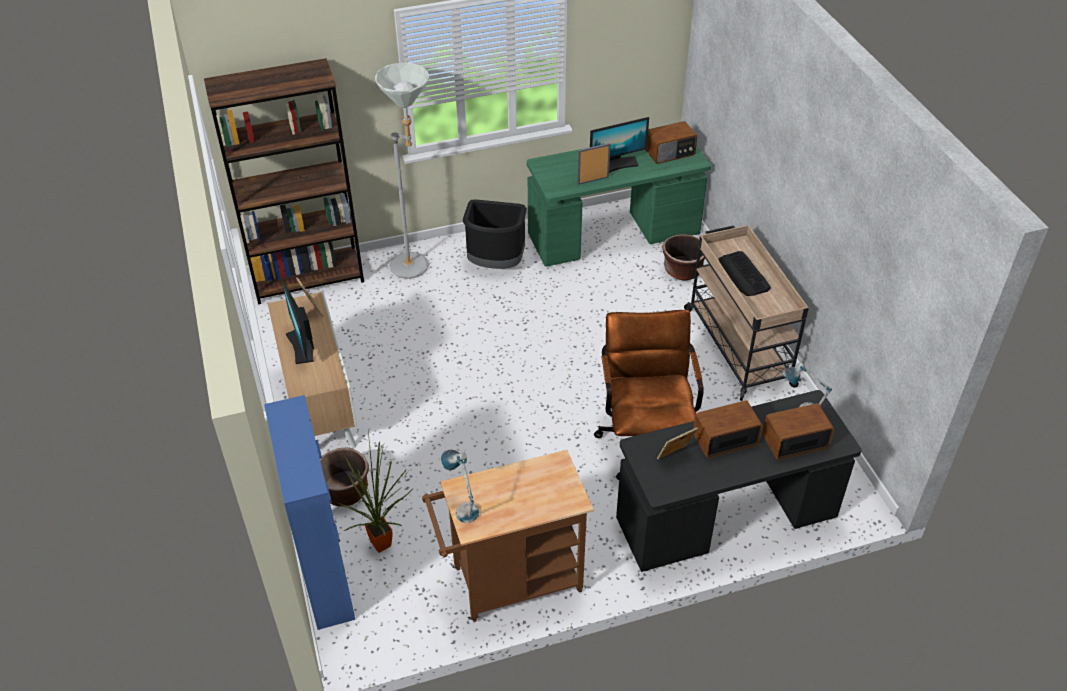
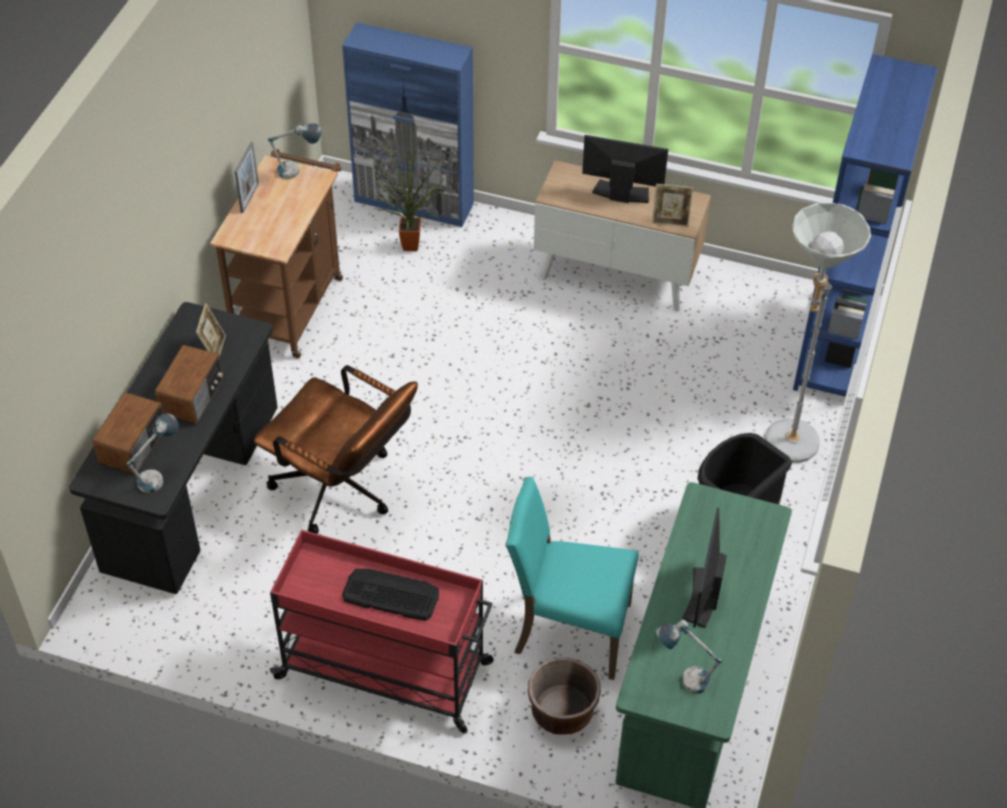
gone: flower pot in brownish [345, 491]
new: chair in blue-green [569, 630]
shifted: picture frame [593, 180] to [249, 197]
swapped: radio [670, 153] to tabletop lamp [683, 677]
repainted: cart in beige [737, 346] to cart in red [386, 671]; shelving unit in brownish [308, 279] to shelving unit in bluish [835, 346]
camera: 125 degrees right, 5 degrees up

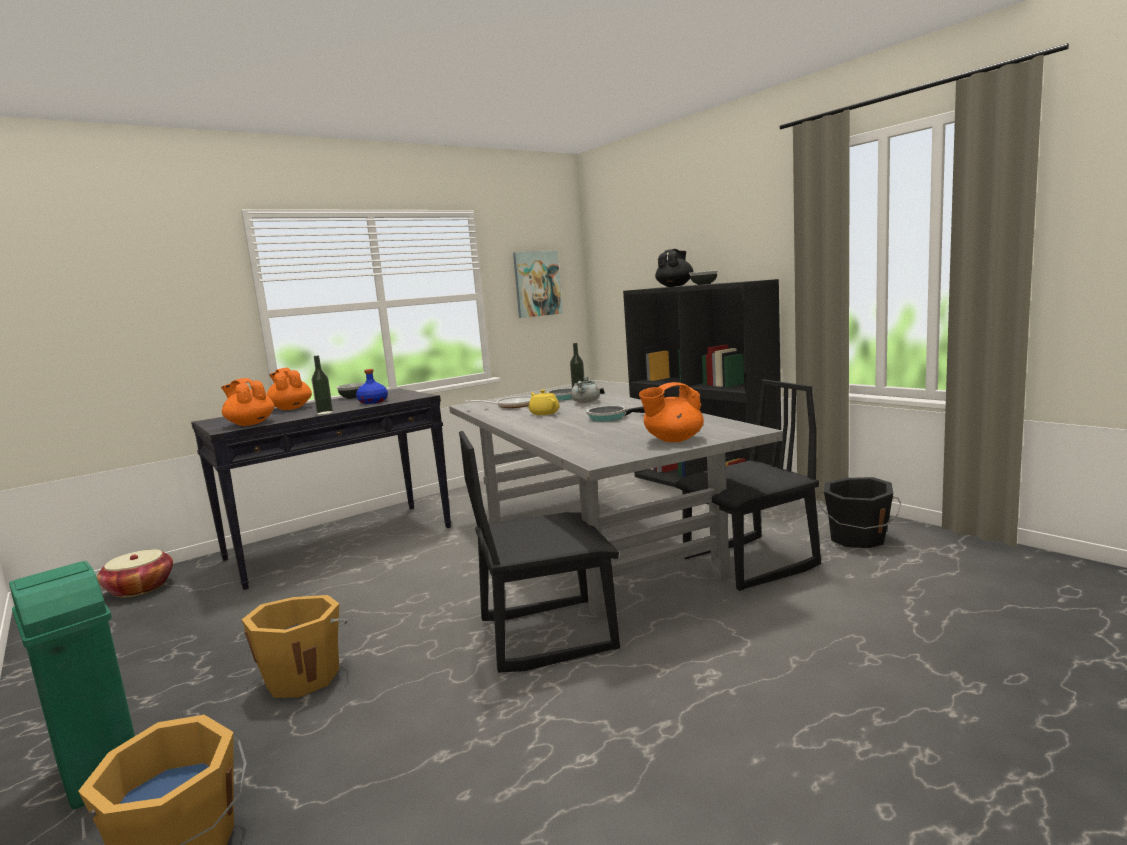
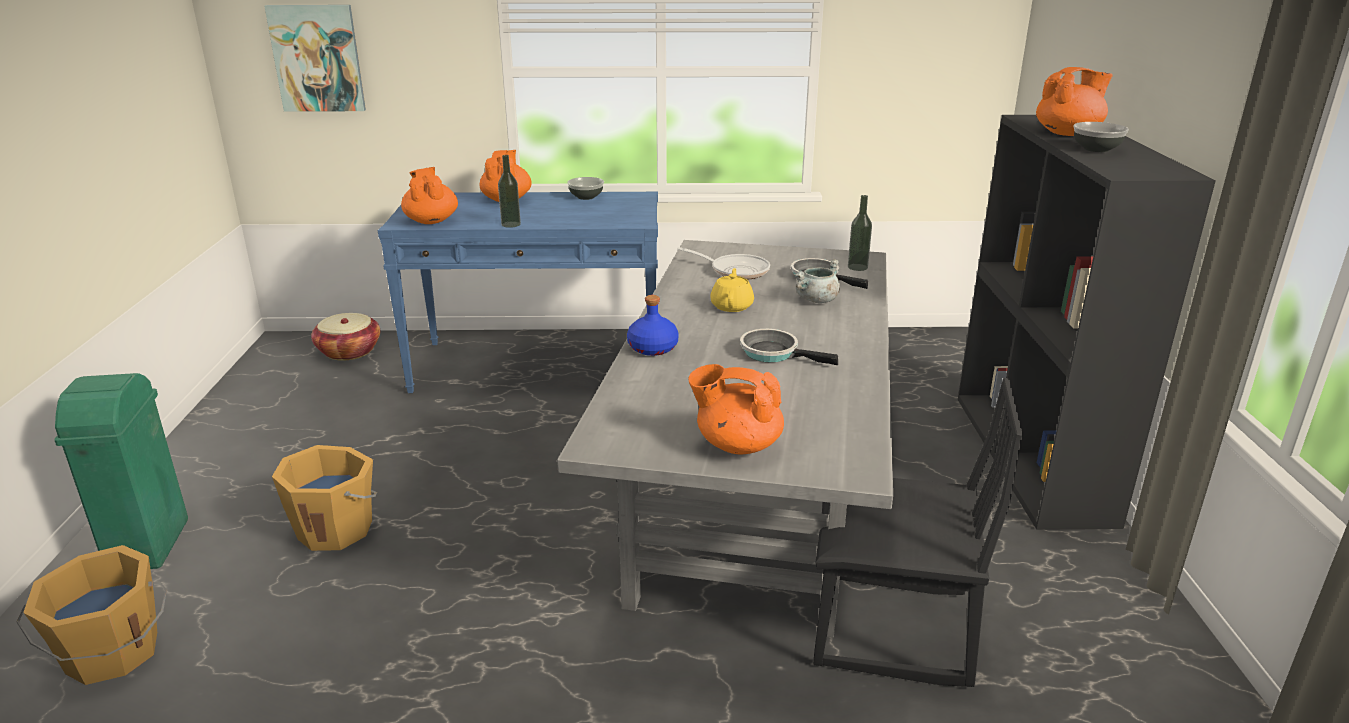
gone: chair in black [546, 634]; bucket in black [857, 539]
shifted: picture [537, 284] to [317, 58]; bottle in bluish [373, 402] to [652, 348]
repainted: console table in black [340, 542] to console table in bluish [539, 365]; teapot in black [675, 286] to teapot in orange [1068, 133]
camera: 35 degrees right, 15 degrees up

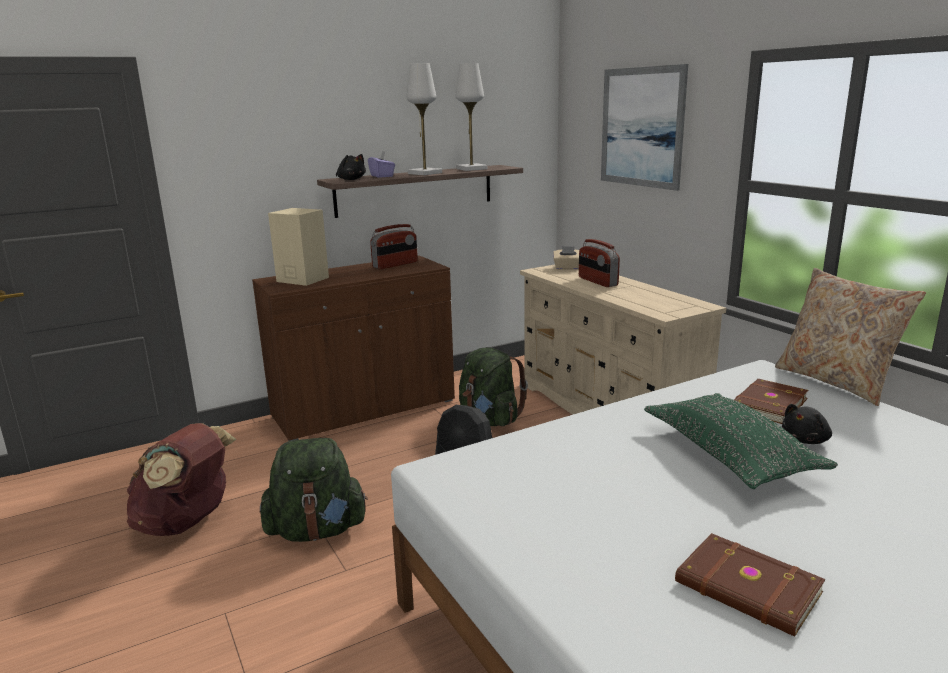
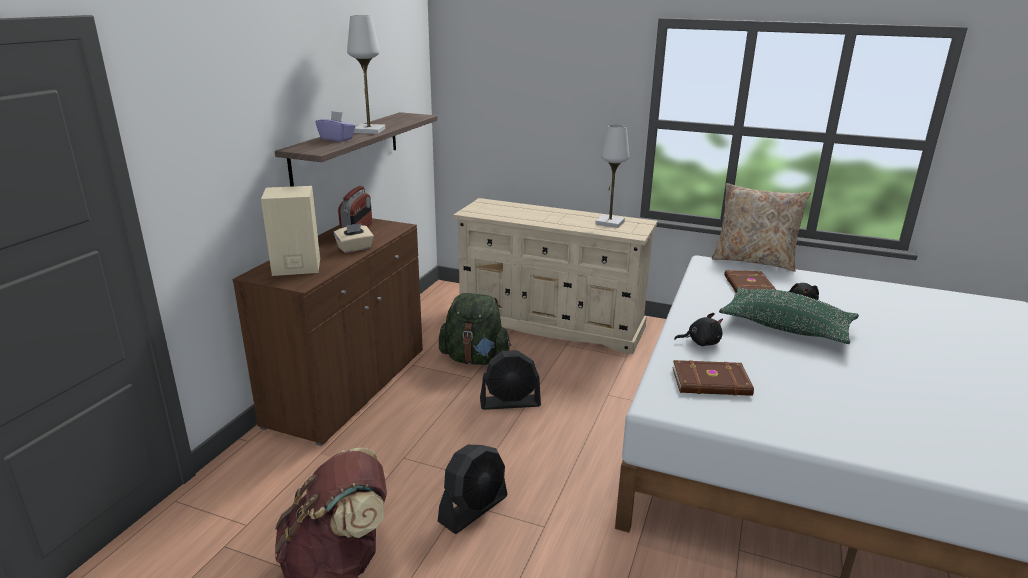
gone: radio [597, 281]; picture [641, 127]
shifted: tissue box in beige [567, 268] to [355, 248]; tabletop lamp in white [471, 169] to [609, 223]; volume in brownish [747, 589] to [711, 382]; plush toy in black [351, 179] to [701, 342]
swapped: rucksack in green [317, 530] to cooling fan in black [473, 509]
camera: 40 degrees left, 5 degrees up

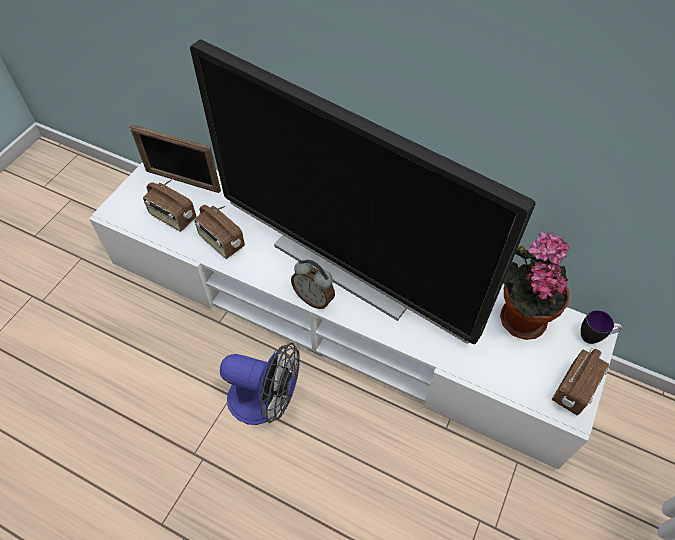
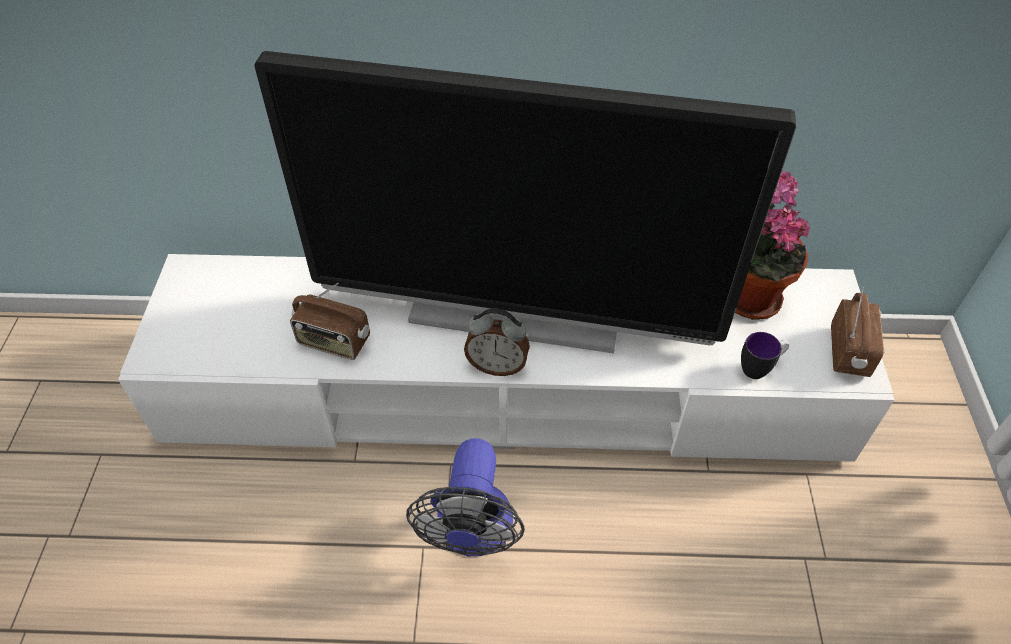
gone: picture frame [182, 181]; radio [172, 217]
shifted: coffee mug [594, 337] to [759, 368]
rotated: cooling fan [265, 401] = [473, 534] 105 degrees clockwise
camera: 25 degrees left, 5 degrees down

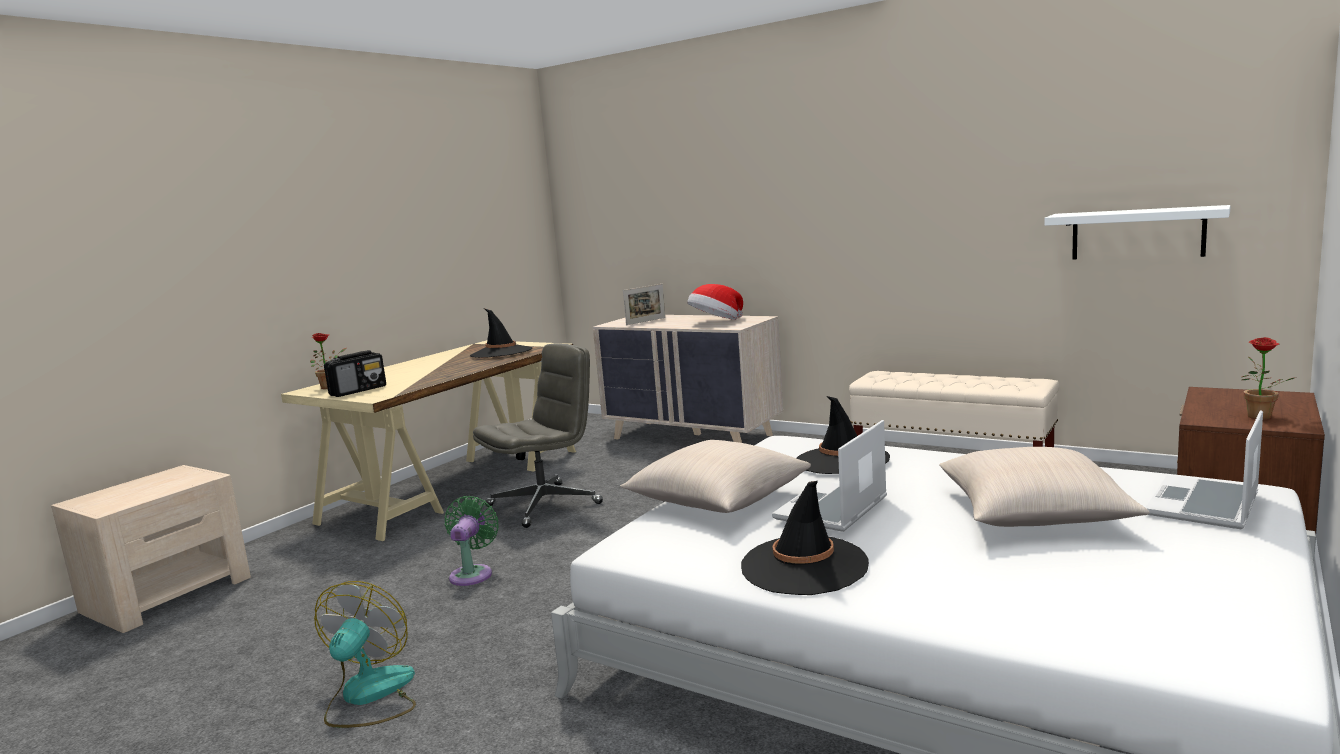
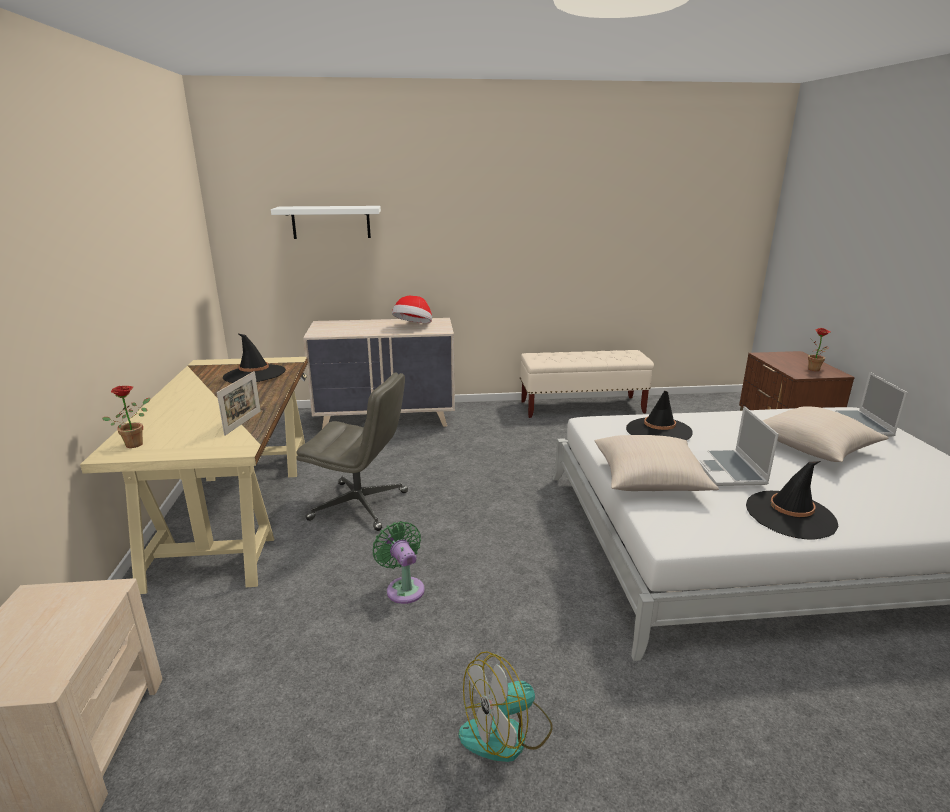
gone: radio [358, 391]
shifted: picture frame [646, 321] to [243, 422]; bracket shelf in white [1137, 233] to [331, 222]
rotated: office chair in grey [545, 504] = [360, 506] 90 degrees clockwise; cooling fan [369, 696] = [506, 733] 90 degrees counterclockwise
camera: 40 degrees left, 10 degrees up

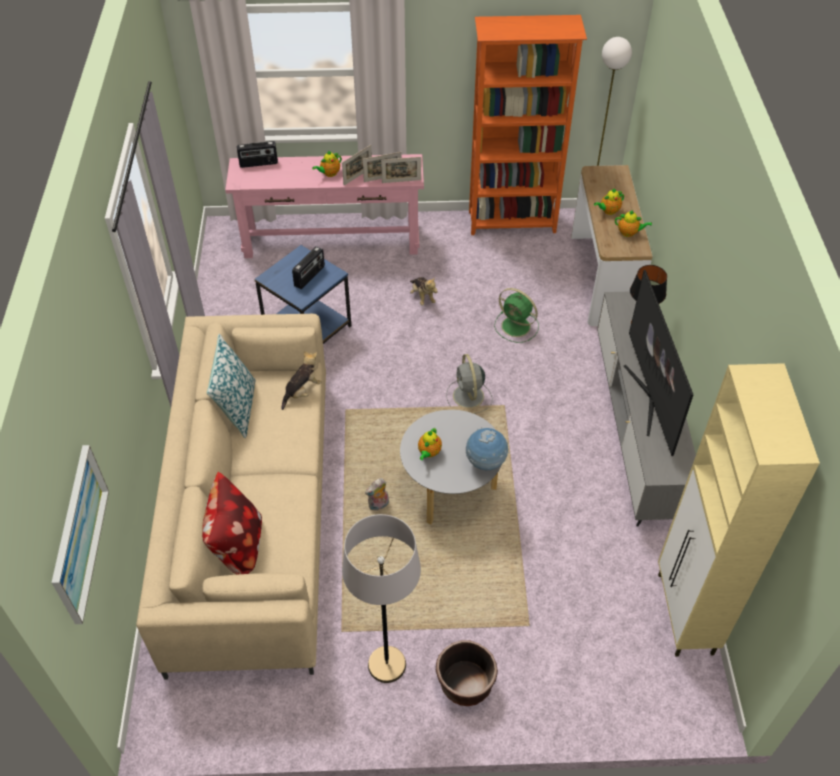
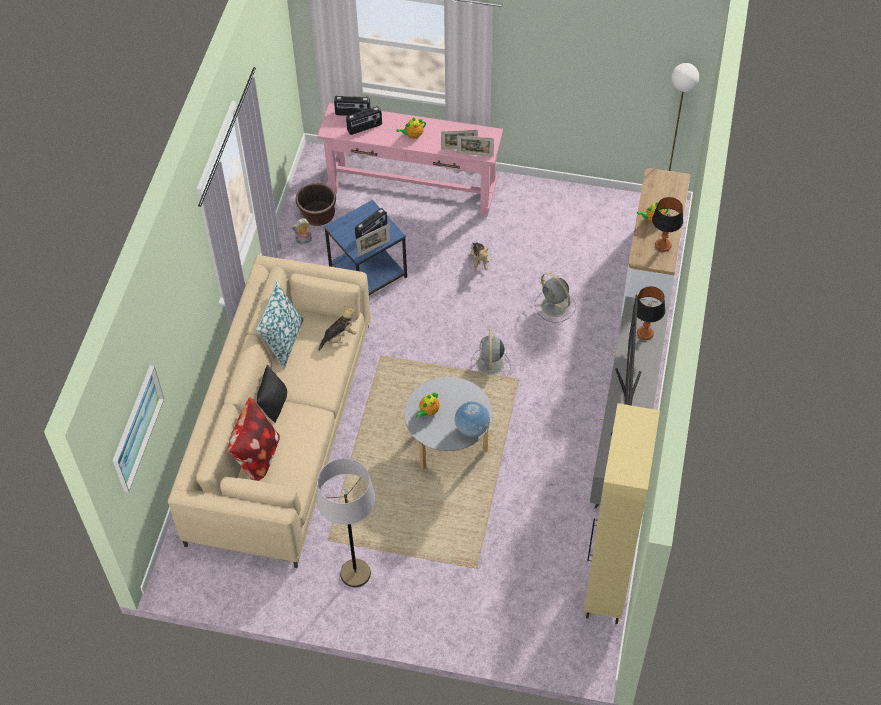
gone: shelving unit in orange [513, 223]
new: throw pillow in black [274, 404]; radio [365, 128]
shifted: plush toy [378, 505] to [303, 241]; flower pot in brownish [465, 684] to [317, 215]; picture frame [358, 176] to [374, 248]
swapped: teapot [629, 233] to tabletop lamp [662, 245]
repainted: cooling fan in green [517, 327] to cooling fan in grey [555, 307]
camera: 15 degrees right, 5 degrees up

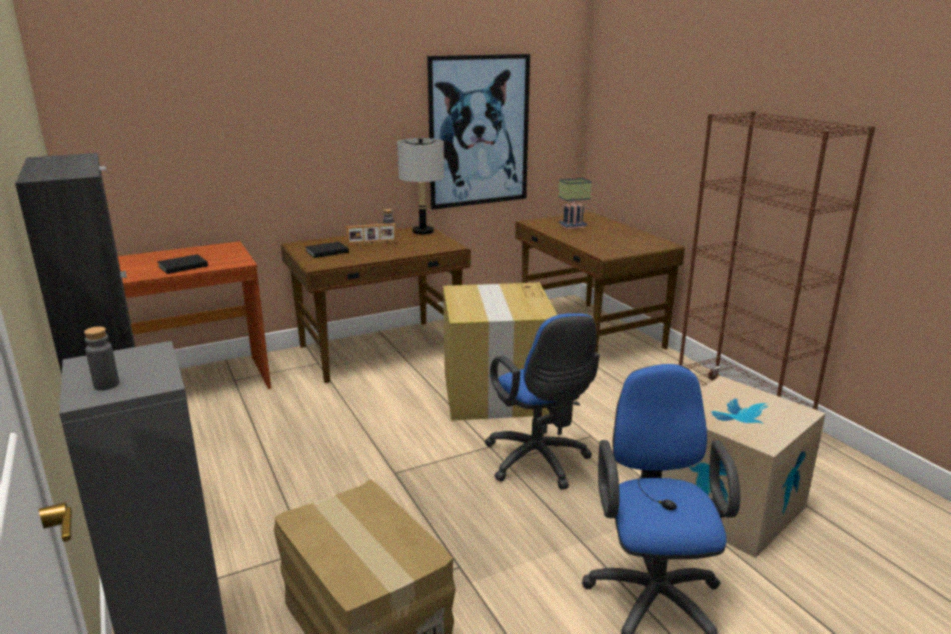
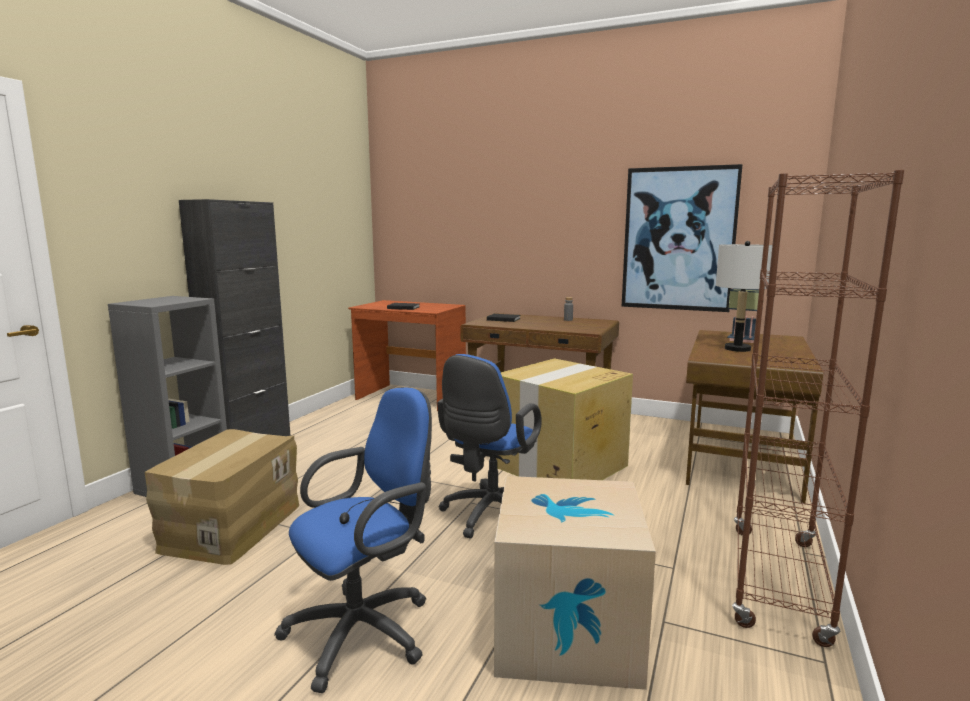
gone: bottle in grey [106, 385]; picture frame [372, 244]
shifted: tabletop lamp in grey [422, 231] to [737, 349]
camera: 50 degrees right, 10 degrees down

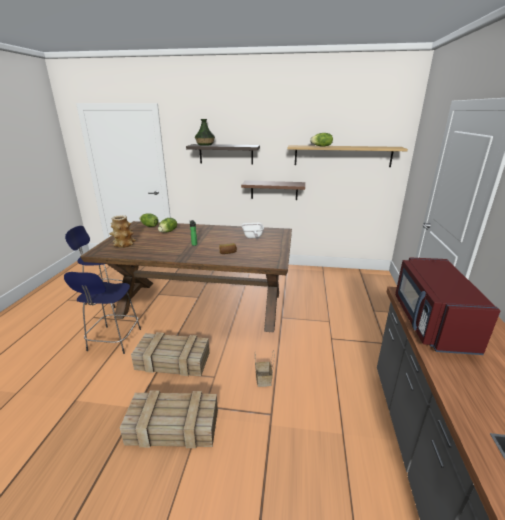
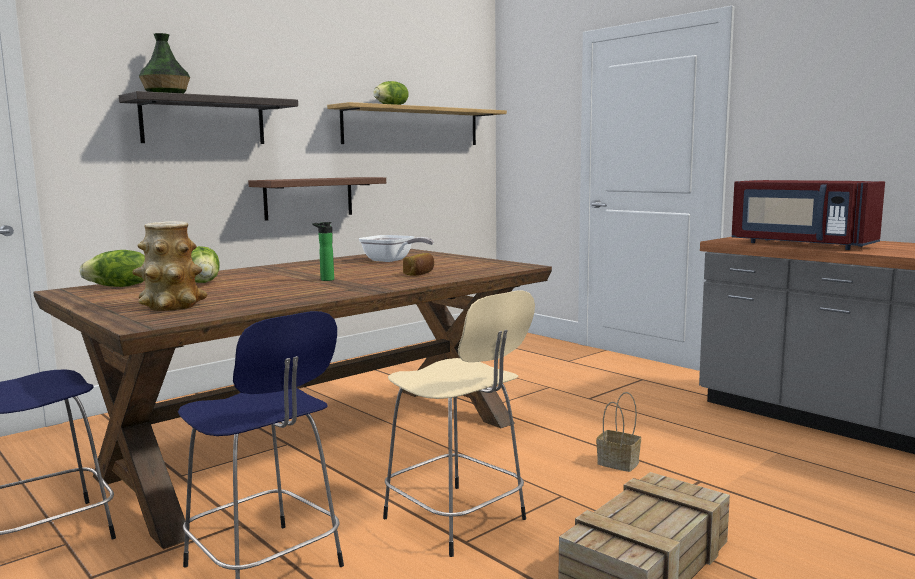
swapped: crate [171, 361] to stool in beige [458, 521]
camera: 50 degrees left, 15 degrees down

